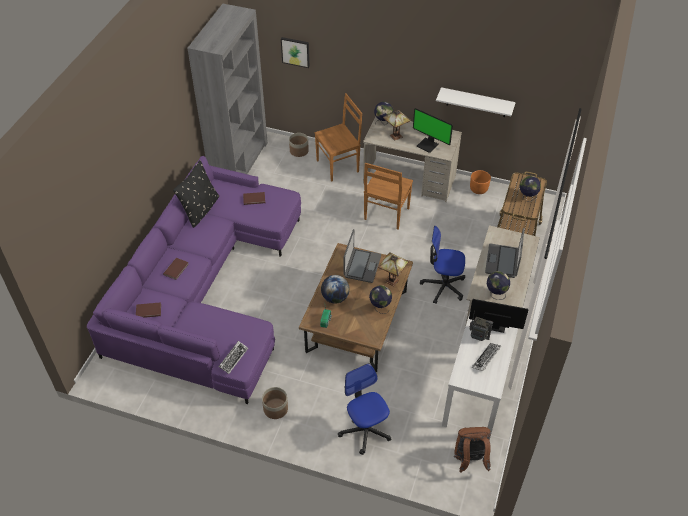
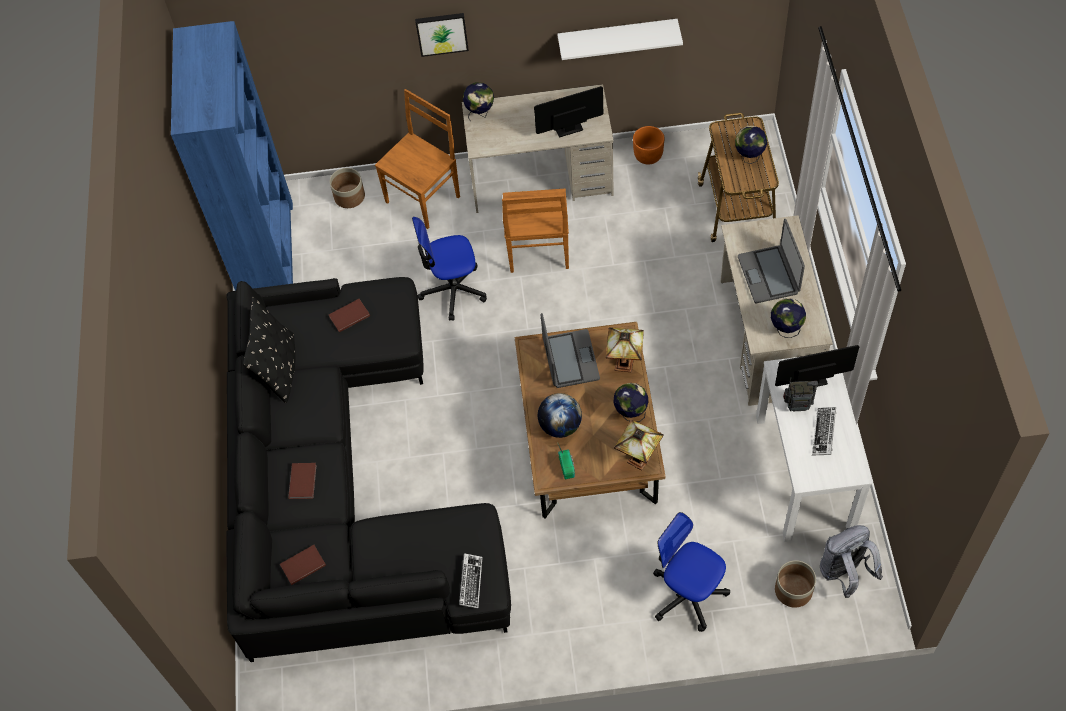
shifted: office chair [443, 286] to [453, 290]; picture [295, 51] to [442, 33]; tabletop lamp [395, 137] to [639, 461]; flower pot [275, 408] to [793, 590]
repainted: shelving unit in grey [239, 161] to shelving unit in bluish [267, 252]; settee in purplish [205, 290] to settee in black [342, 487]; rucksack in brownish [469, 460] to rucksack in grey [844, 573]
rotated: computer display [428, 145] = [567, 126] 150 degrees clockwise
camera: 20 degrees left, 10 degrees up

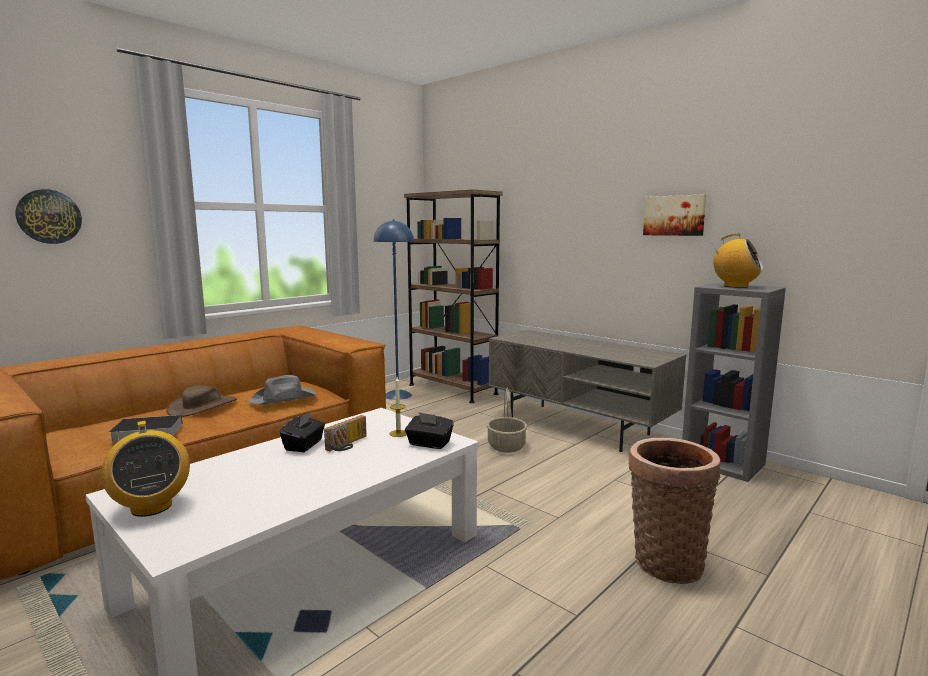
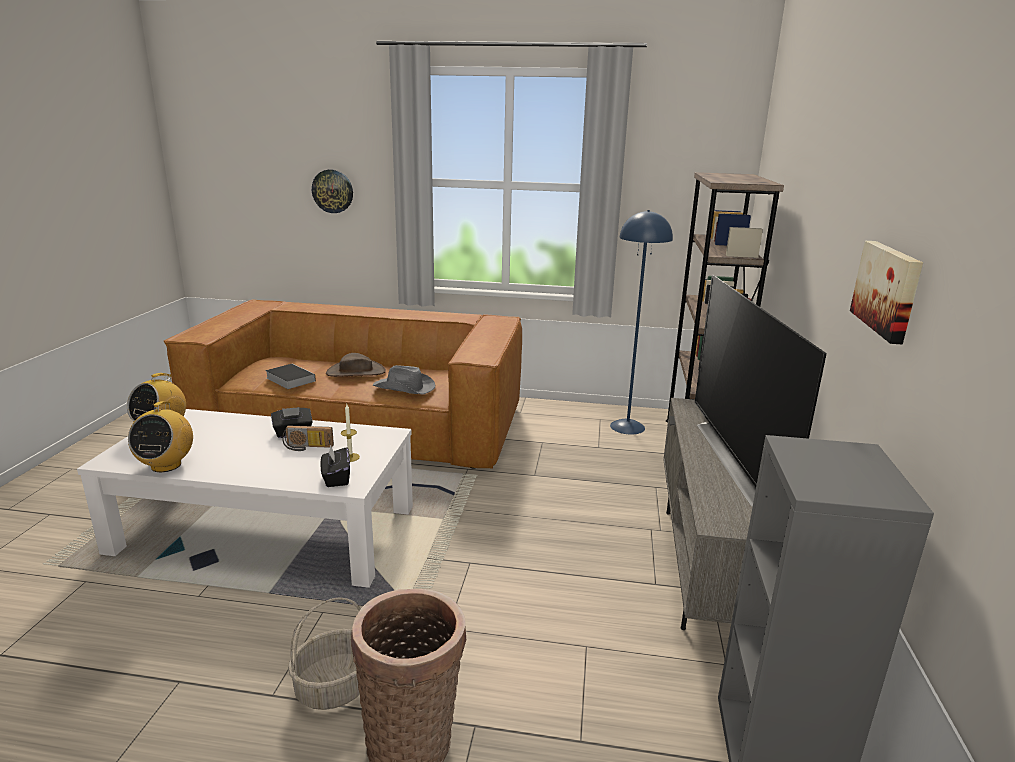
new: TV [743, 460]
shifted: radio [735, 286] to [166, 465]; storage basket [506, 446] to [334, 688]
camera: 55 degrees right, 10 degrees up

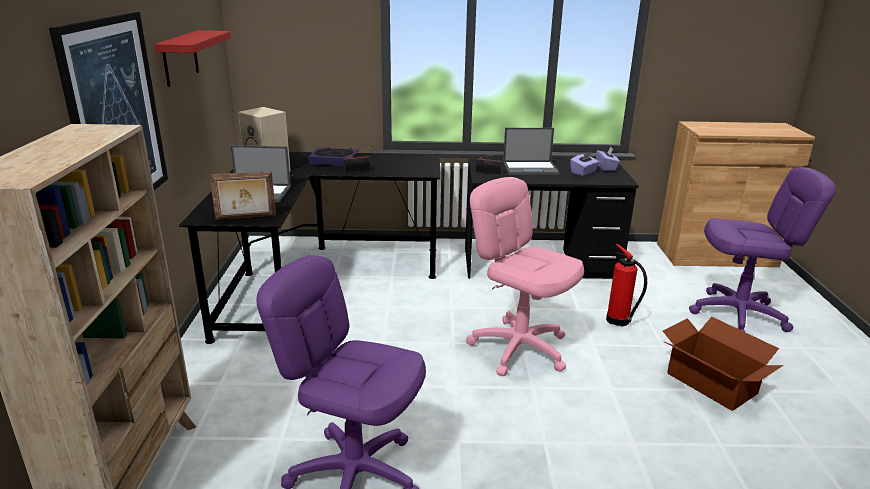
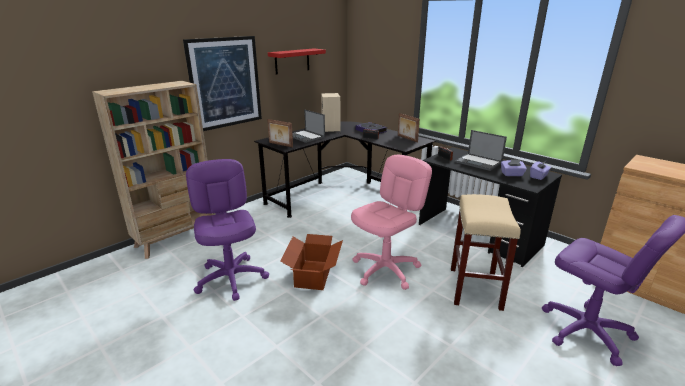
new: picture frame [407, 138]
shifted: carton [711, 384] to [313, 275]
swapped: extinguisher [619, 321] to stool in beige [474, 287]
rotated: office chair in pink-coloured [519, 348] = [386, 270] 45 degrees clockwise
camera: 45 degrees right, 0 degrees up

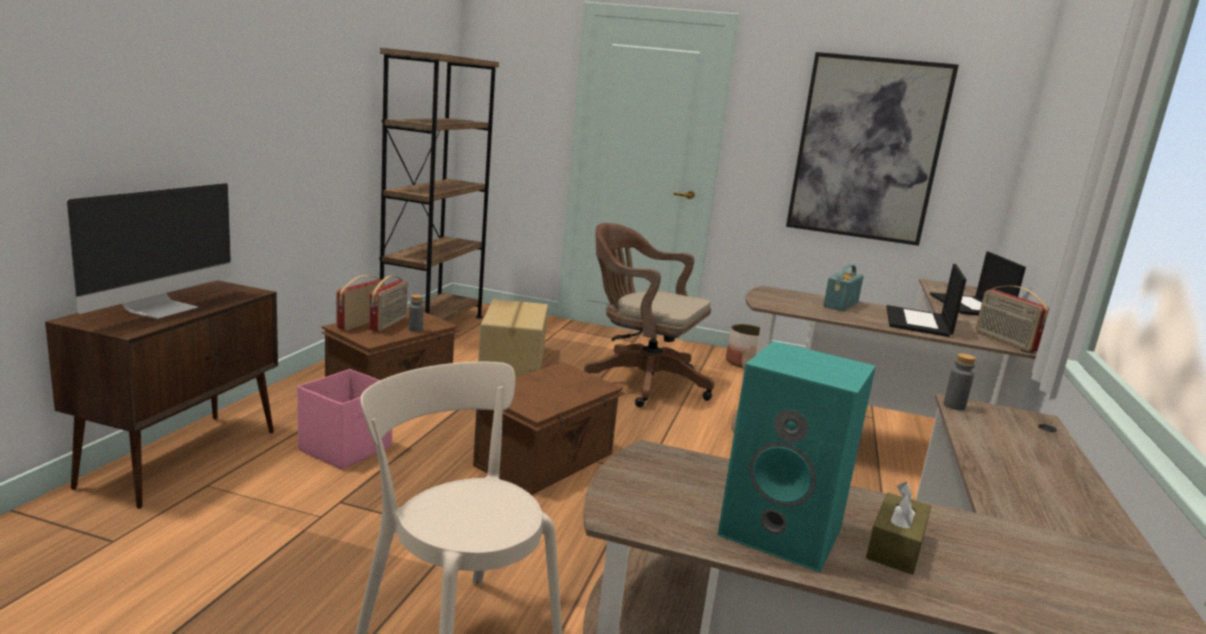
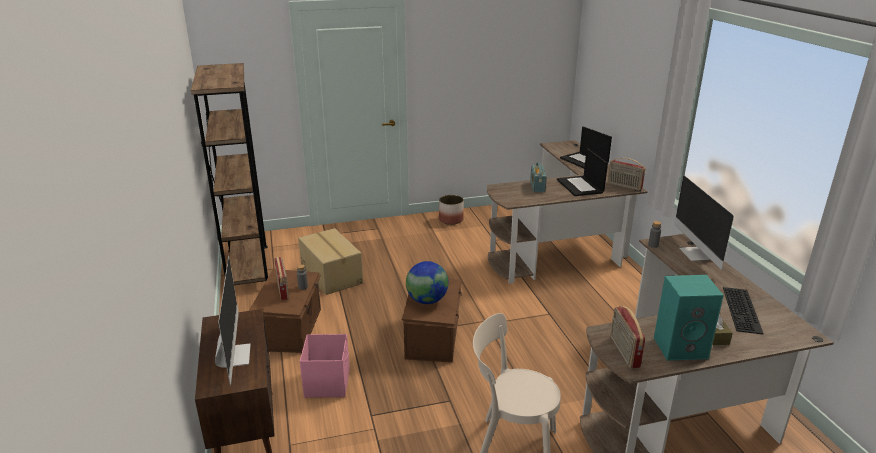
gone: office chair in brownish [641, 381]; picture [867, 149]
new: world globe [427, 300]; computer display [697, 254]; computer keyboard [743, 310]
shifted: radio [360, 323] to [623, 352]
camera: 30 degrees left, 10 degrees up

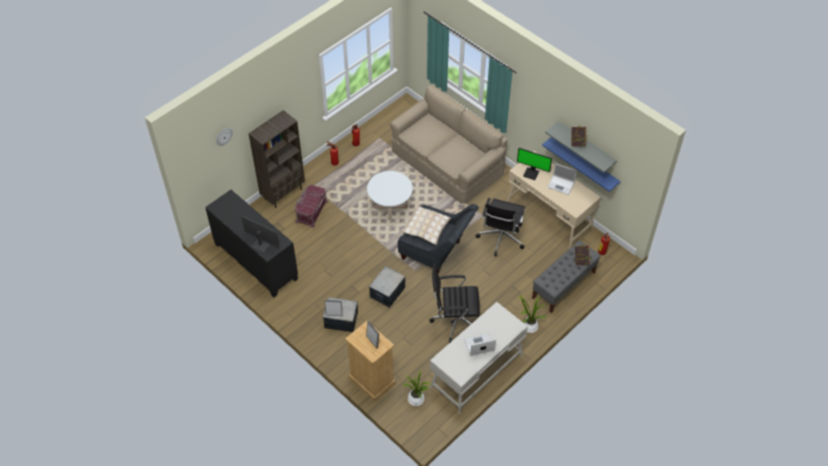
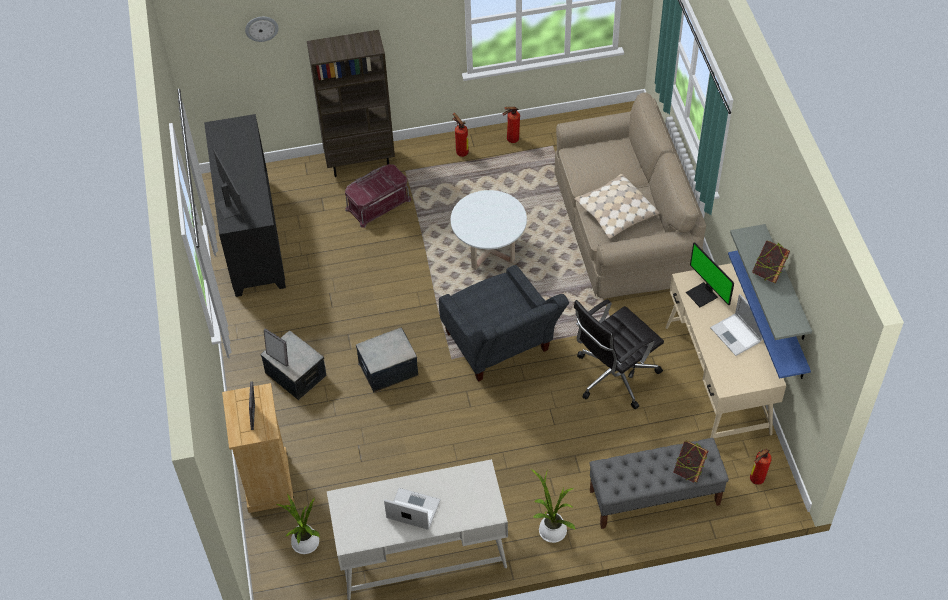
gone: office chair in black [454, 320]
shifted: throw pillow in beige [426, 229] to [615, 213]
camera: 35 degrees right, 0 degrees up

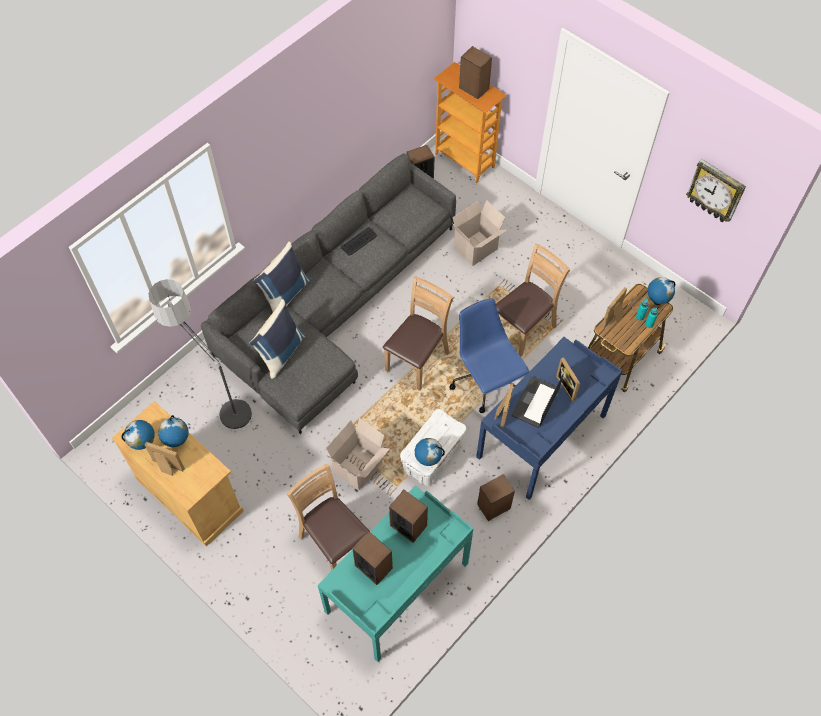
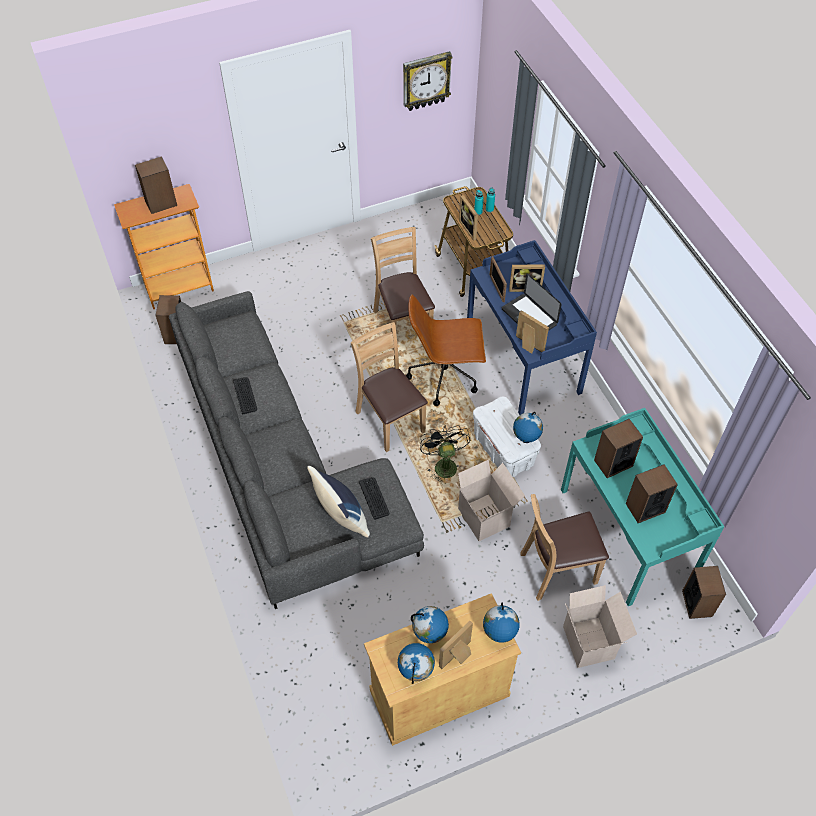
gone: standing lamp [217, 400]; throw pillow in bluish [285, 294]
new: computer keyboard [374, 498]; cooling fan in black [443, 464]; picture frame [496, 288]
shifted: world globe [656, 301] to [499, 634]; carton [476, 250] to [590, 643]; audio speaker [494, 506] to [697, 603]
repainted: office chair in bluish [486, 382] to office chair in brownish [445, 376]
camera: 65 degrees left, 5 degrees down

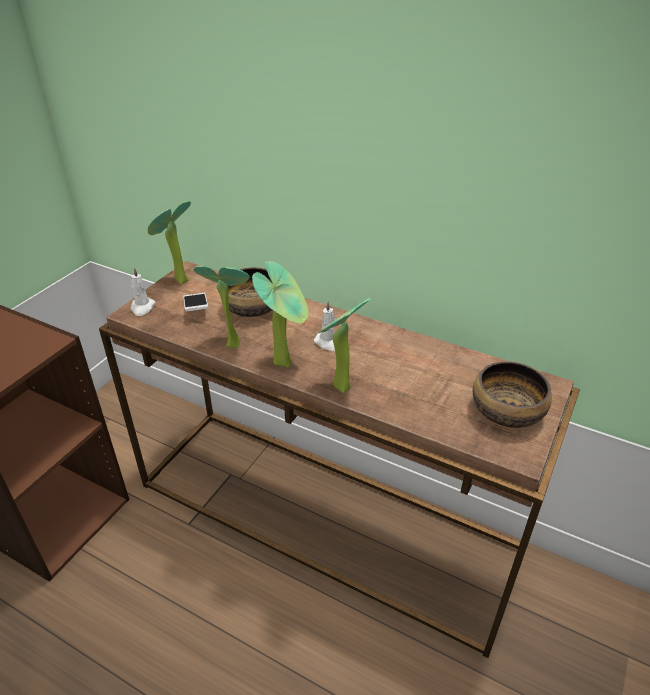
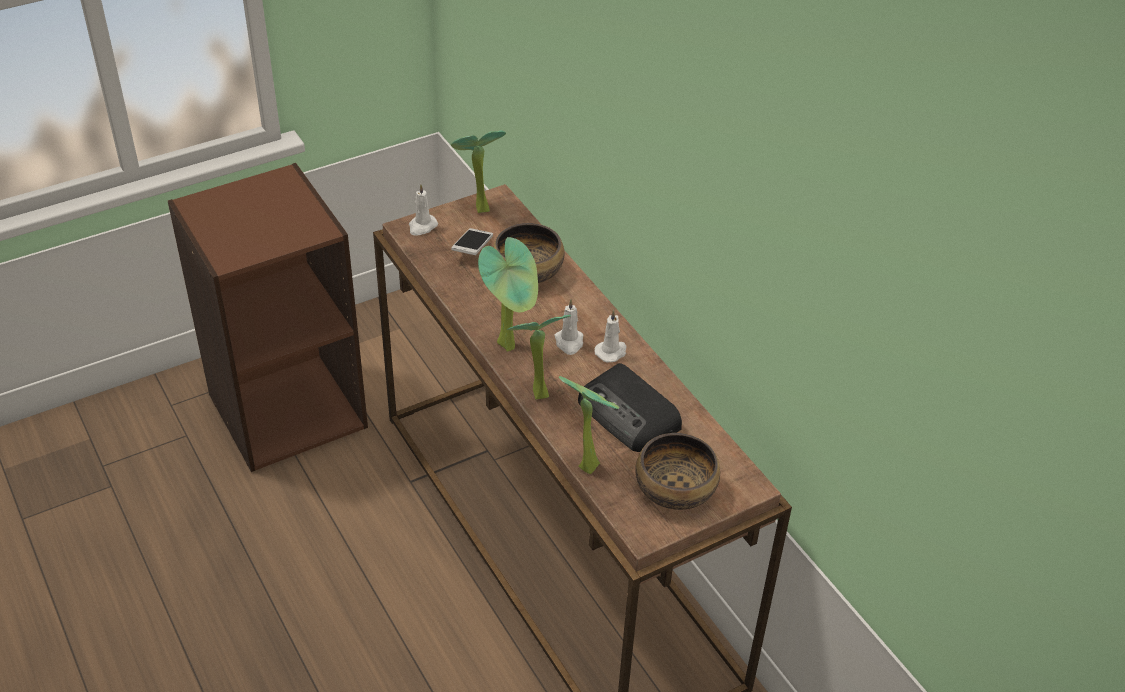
new: radio [629, 415]; wax candle in white [611, 352]
shifted: potted plant [231, 342] to [588, 463]
camera: 30 degrees right, 5 degrees up

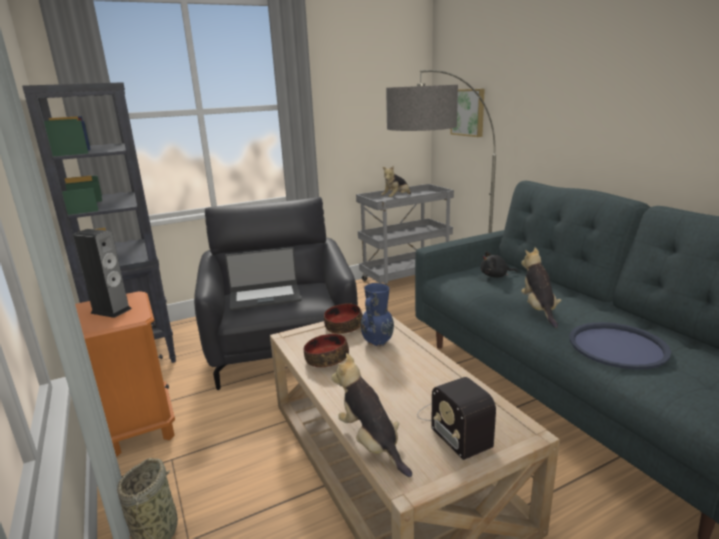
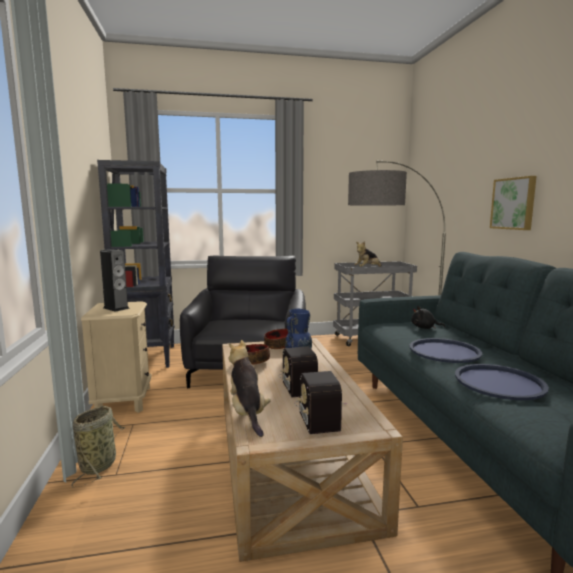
gone: notebook computer [265, 297]
new: radio [298, 382]
shifted: picture [468, 112] to [514, 203]
swapped: plush toy [538, 309] to tray in bluish [444, 351]
repainted: night table in orange [139, 426] to night table in beige [123, 401]
camera: 15 degrees right, 10 degrees down

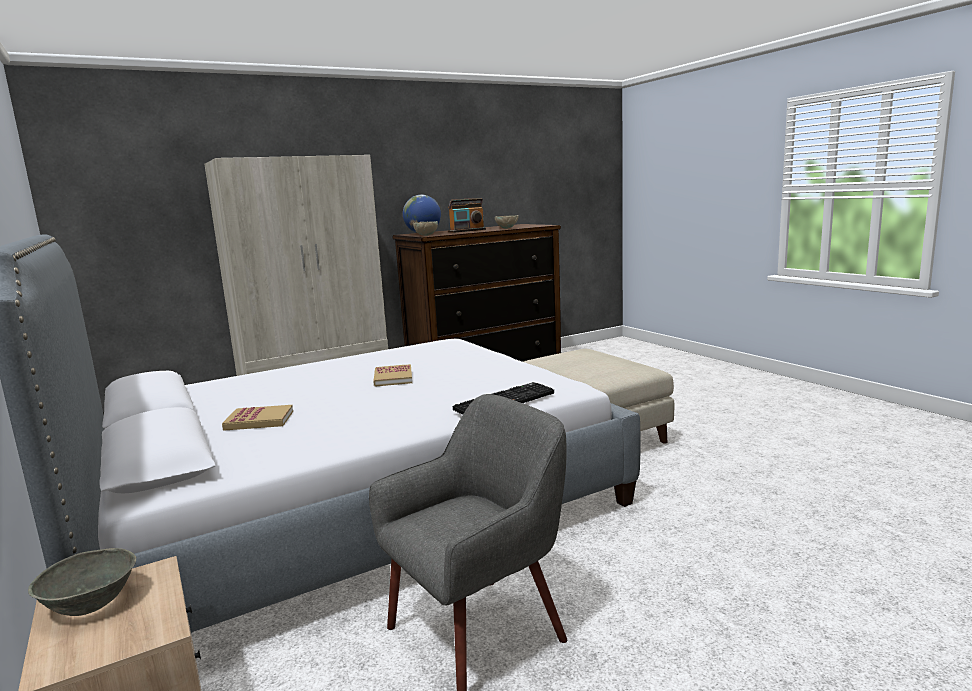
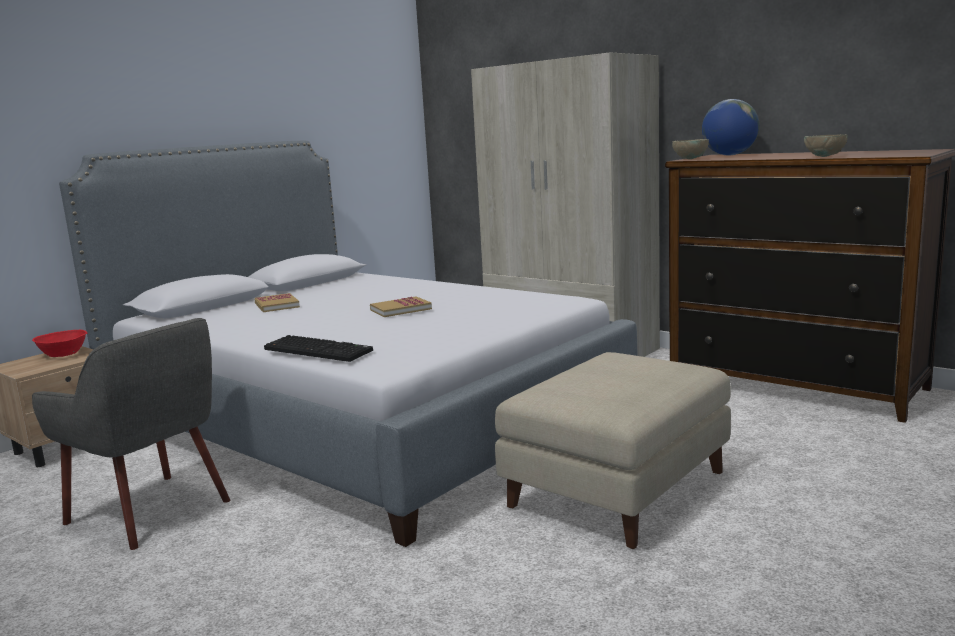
gone: radio [467, 230]
repainted: deep dish in grey [91, 602] to deep dish in red [64, 354]
camera: 70 degrees right, 0 degrees up

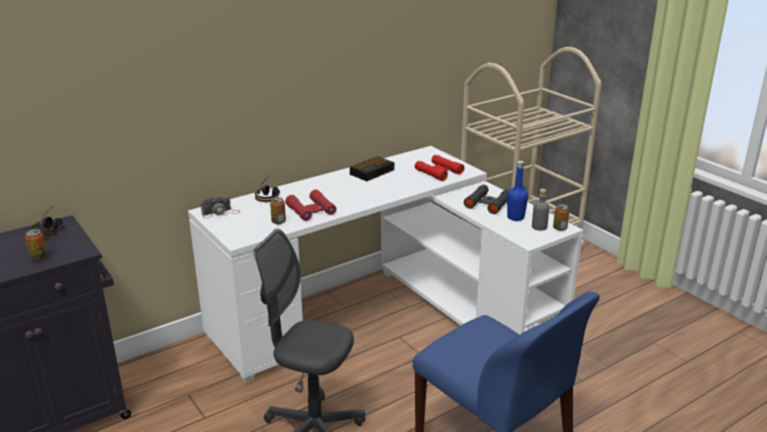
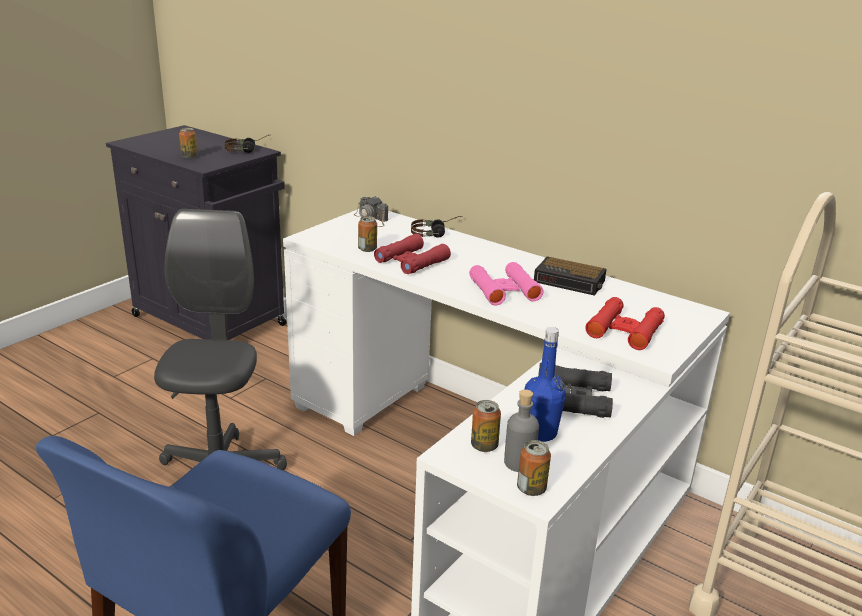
new: binoculars in pink-coloured [504, 290]; can [484, 446]
camera: 70 degrees right, 0 degrees up

